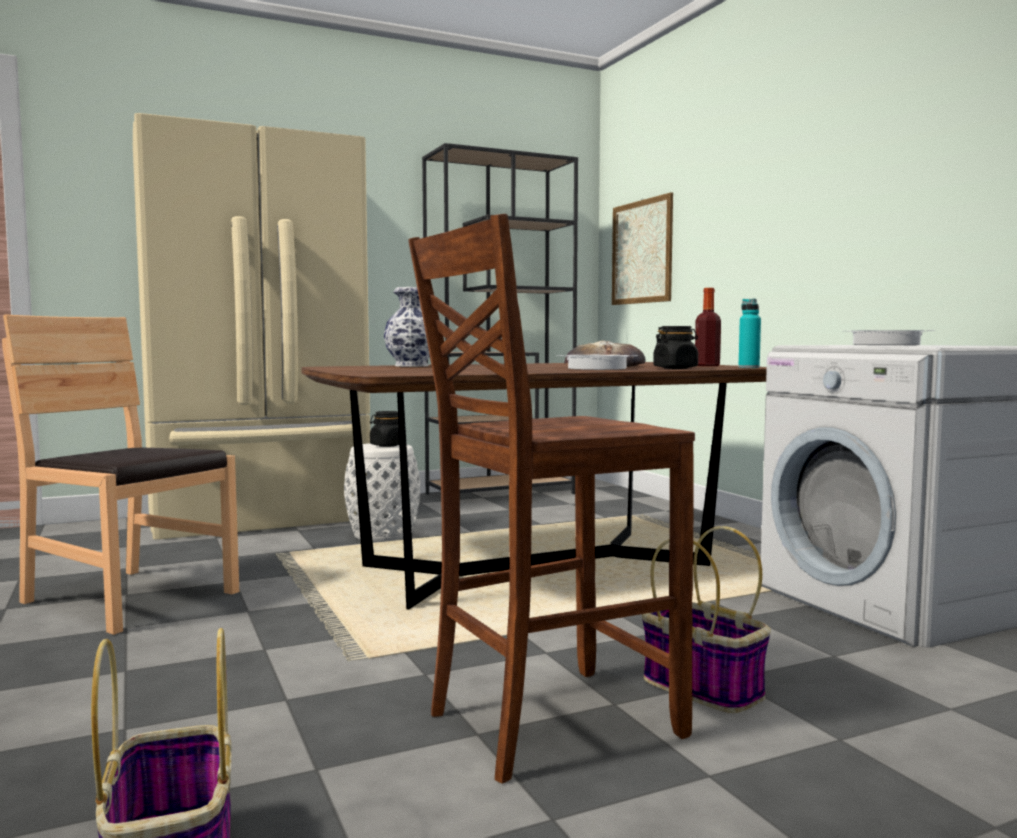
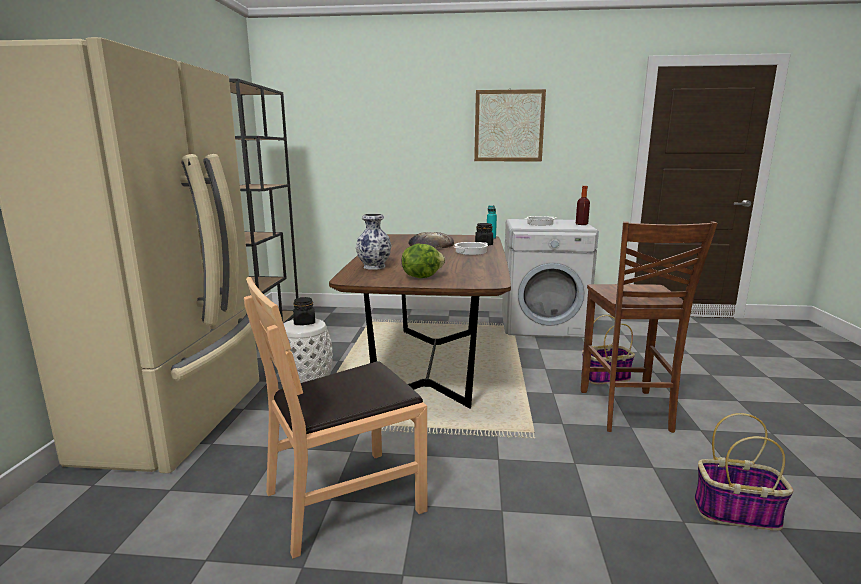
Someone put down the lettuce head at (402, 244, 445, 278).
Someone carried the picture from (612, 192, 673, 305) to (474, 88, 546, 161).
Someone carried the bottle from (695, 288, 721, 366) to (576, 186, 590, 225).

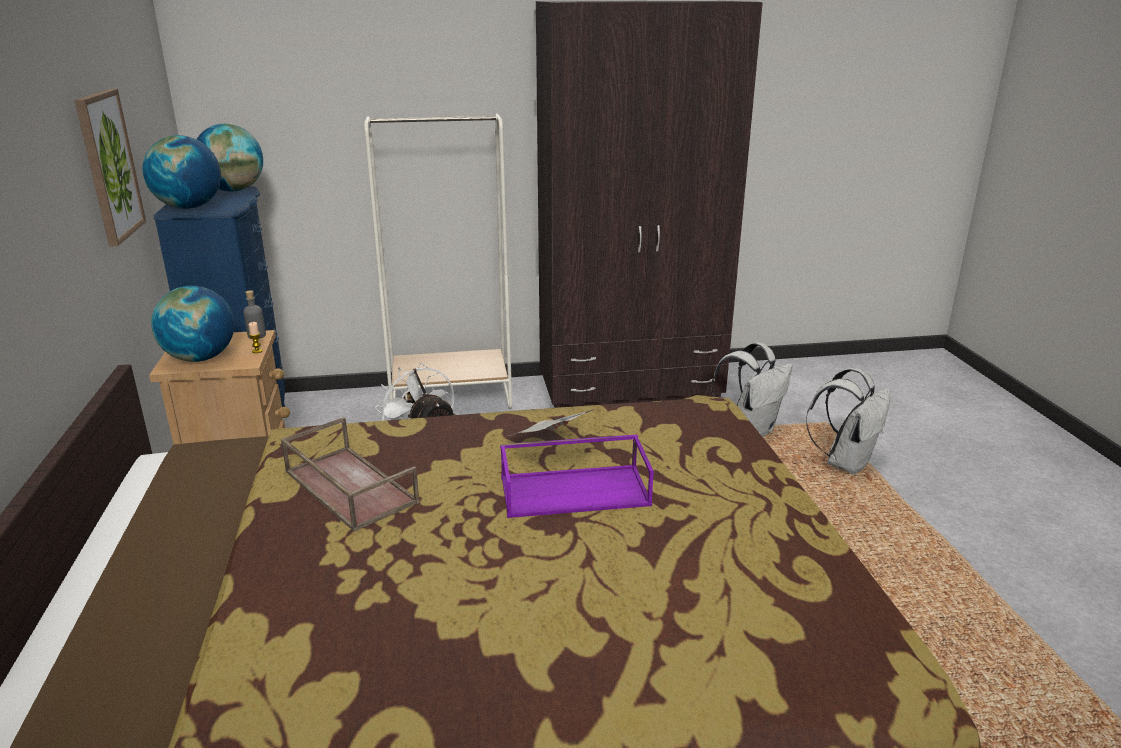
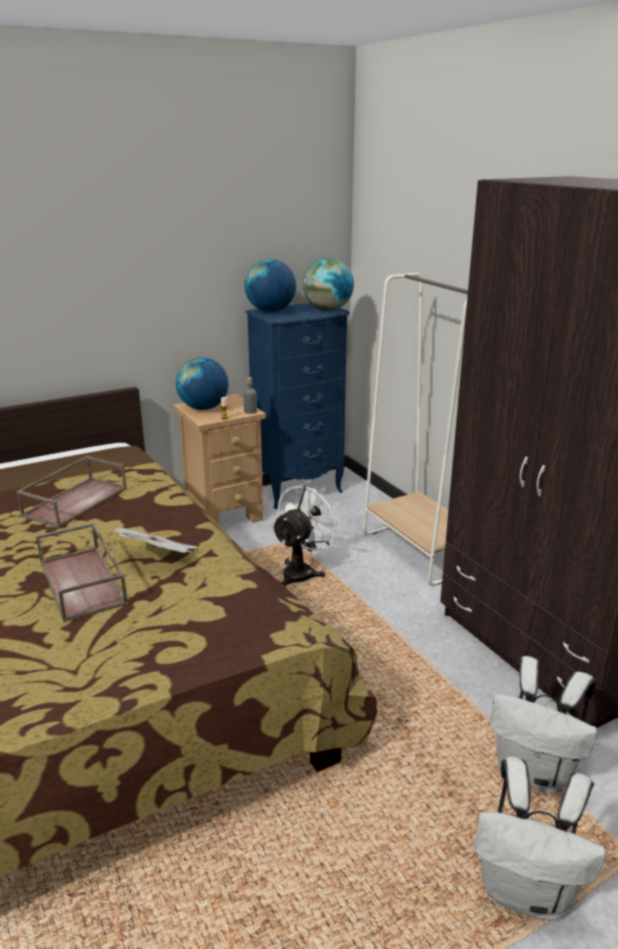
Someone took away the picture at (75, 89, 146, 247).
Someone repainted the carrying tray/purplish at (500, 435, 654, 518), which became the carrying tray/brown-coloured at (36, 522, 128, 622).

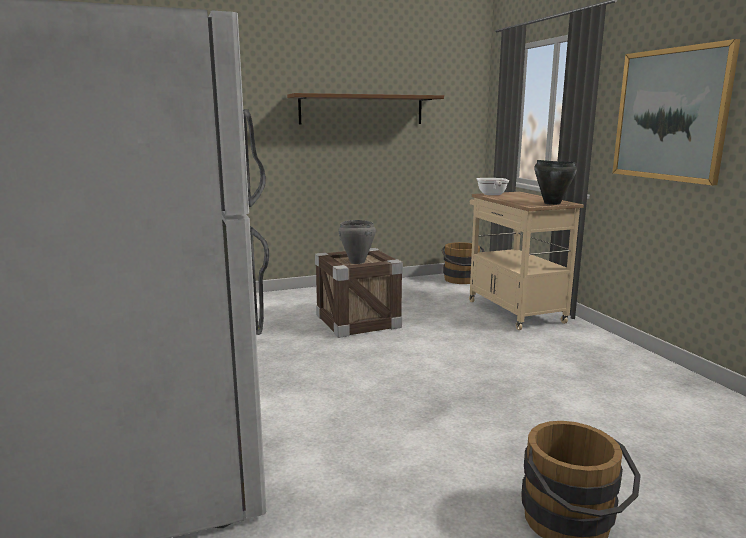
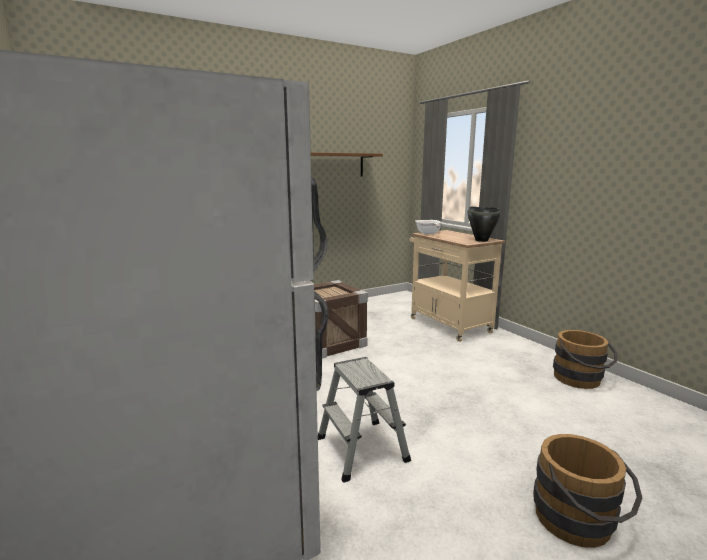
Someone took away the saucepot/gray at (339, 220, 376, 264).
Someone took away the picture at (612, 39, 740, 185).
Someone put down the step ladder/gray at (318, 357, 411, 483).
Someone carried the bucket/brown-coloured from (442, 242, 484, 284) to (553, 330, 617, 389).

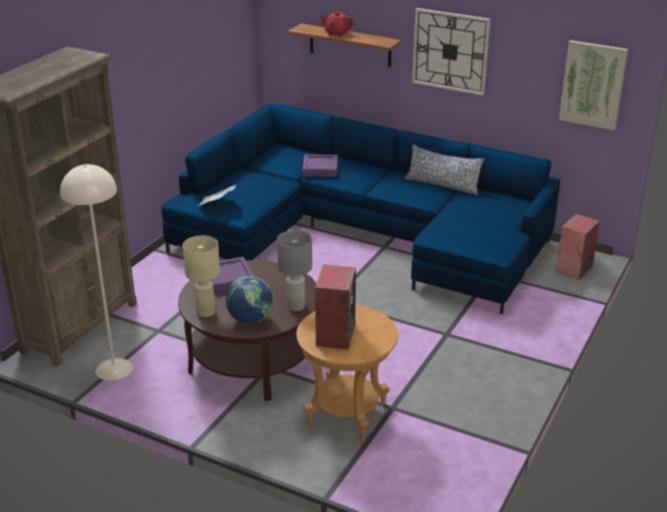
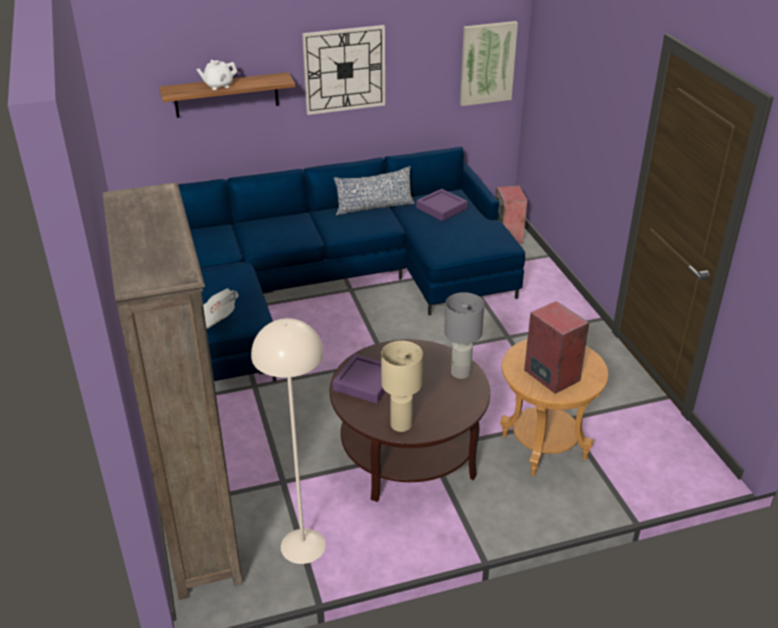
Someone took away the desk globe at (225, 276, 272, 323).
Someone carried the carrying tray/purplish from (302, 154, 338, 177) to (416, 189, 468, 221).
Someone repainted the teapot/reddish at (320, 12, 354, 37), which became the teapot/whitish at (196, 60, 237, 90).

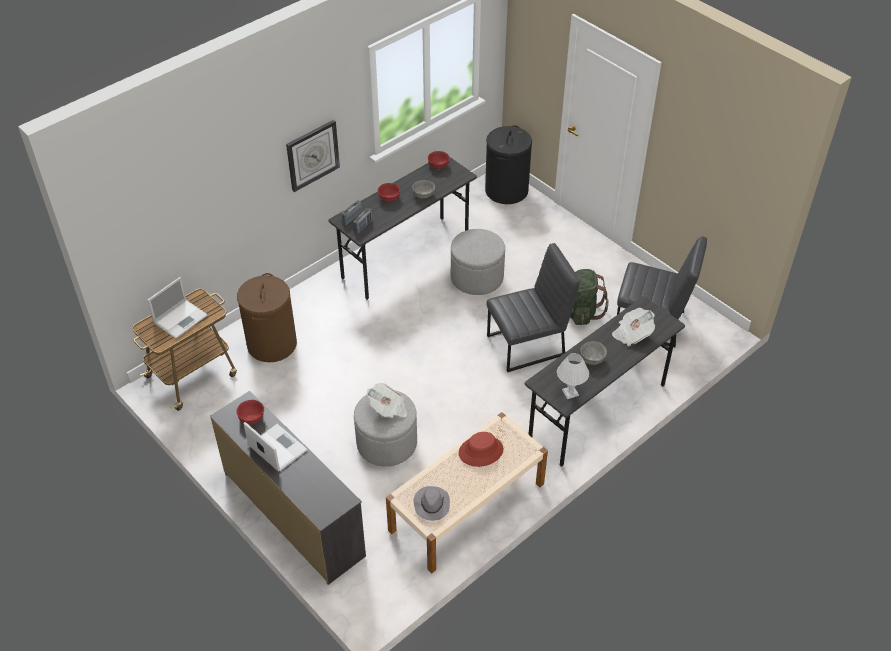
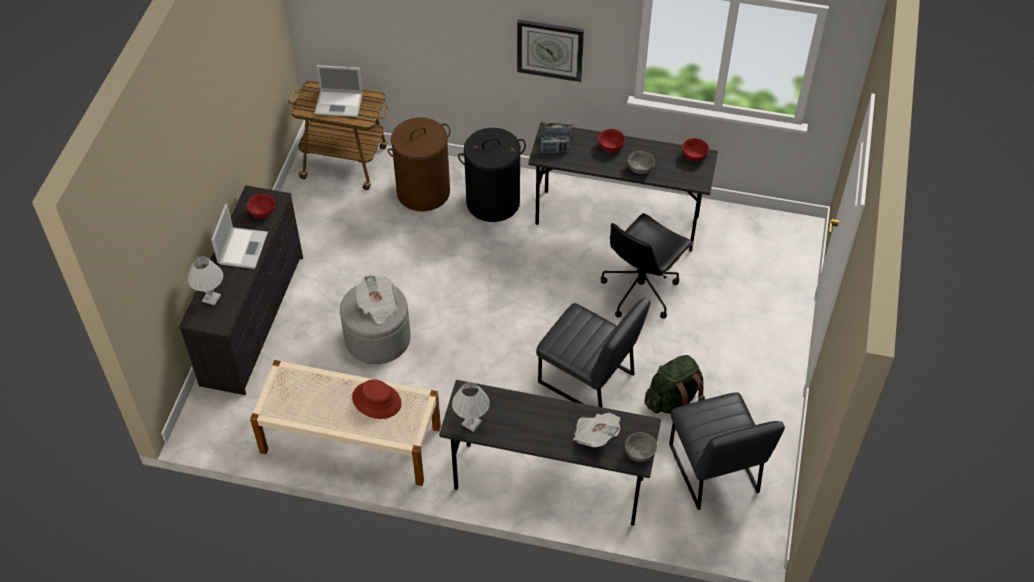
Someone took away the hat/gray at (414, 486, 450, 521).
Someone put down the lamp for a table/whitish at (188, 256, 223, 306).
Someone carried the washing basket/black from (485, 125, 532, 204) to (458, 128, 526, 222).
Someone carried the deep dish/gray from (580, 341, 607, 365) to (625, 432, 657, 462).
Someone swapped the pouffe/gray at (451, 229, 505, 295) for the desk chair/black at (601, 213, 694, 319).

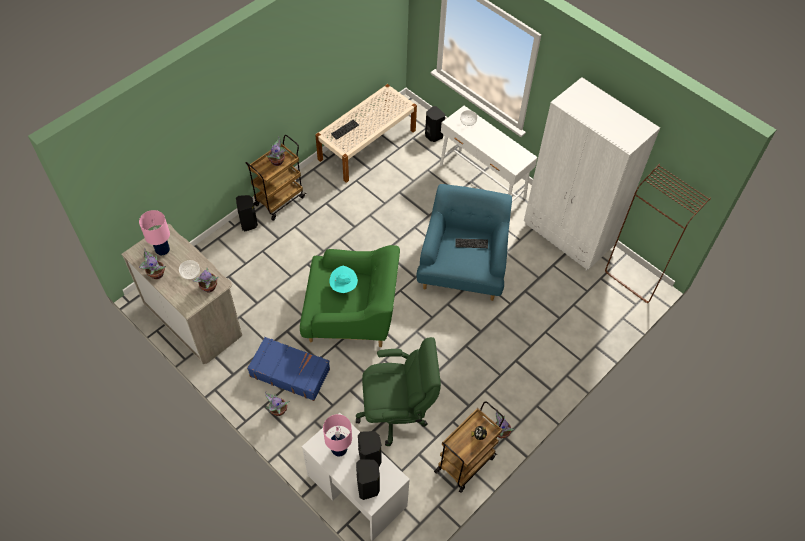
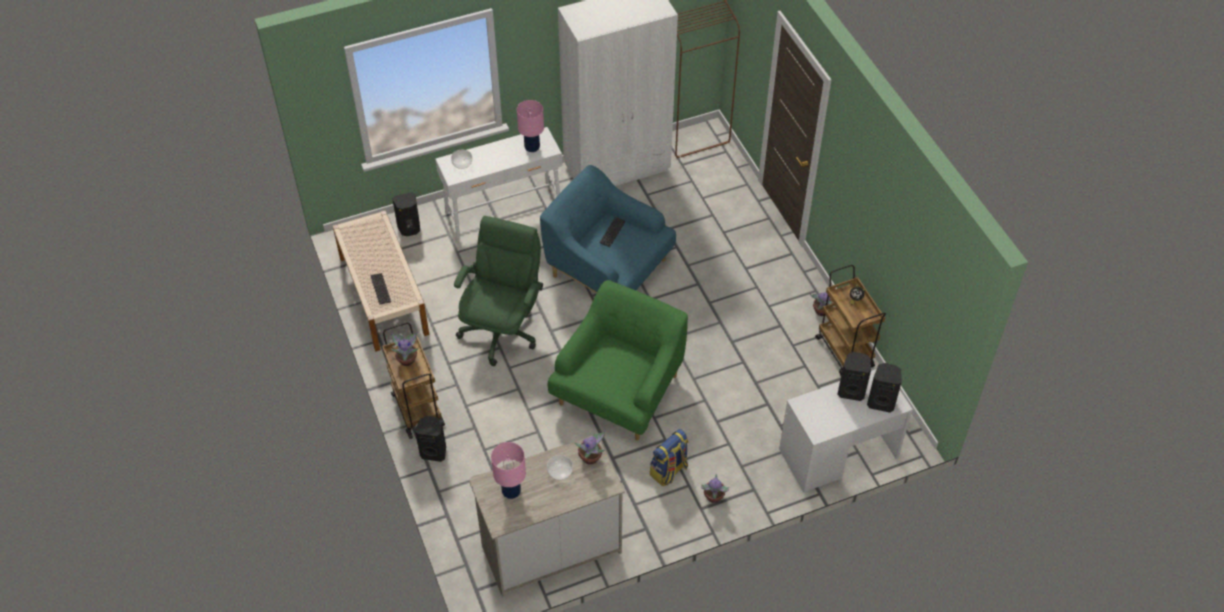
Someone took away the potted plant at (139, 248, 166, 279).
Someone took away the hat/turquoise at (329, 266, 358, 293).
Someone carried the lamp for a table/pink-coloured from (323, 414, 352, 457) to (517, 100, 544, 152).
Someone carried the desk chair/greenish from (356, 337, 441, 446) to (454, 216, 543, 366).
Someone swapped the suitcase/bluish at (247, 337, 330, 401) for the knapsack at (650, 429, 689, 486).

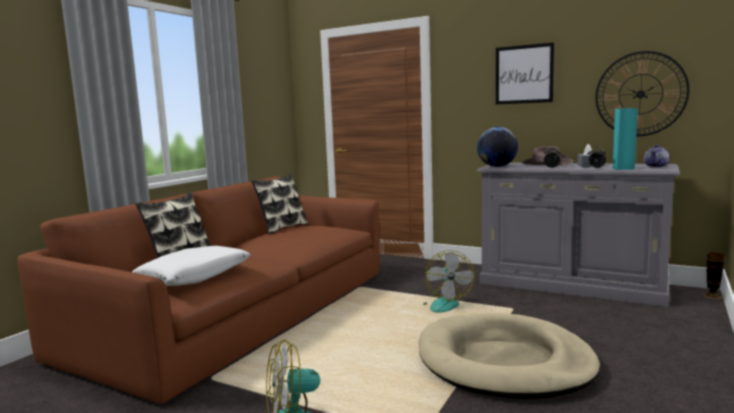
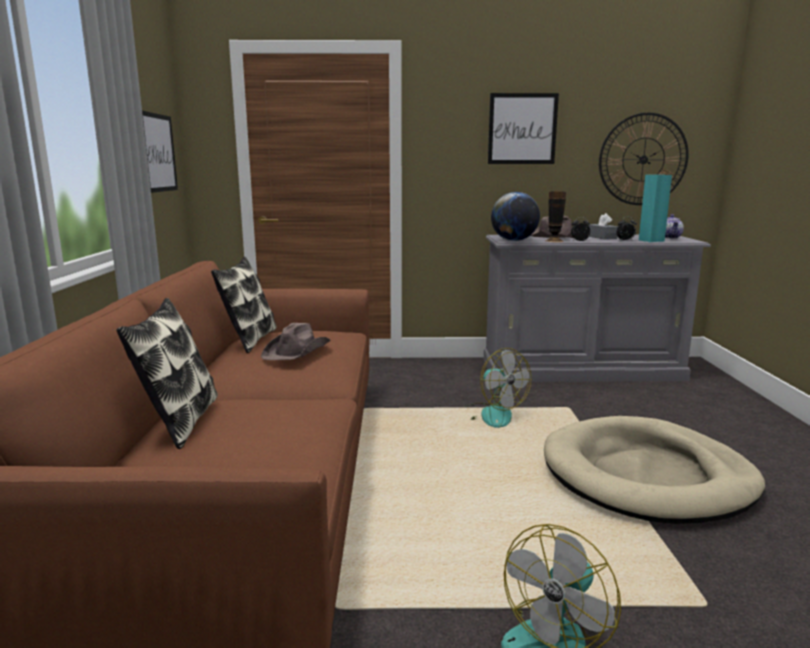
Someone took away the cushion/whitish at (132, 246, 251, 286).
Someone put up the picture at (142, 111, 178, 193).
Someone put down the hat/brown-coloured at (261, 323, 331, 360).
Someone carried the decorative vase from (703, 252, 725, 299) to (546, 192, 566, 242).

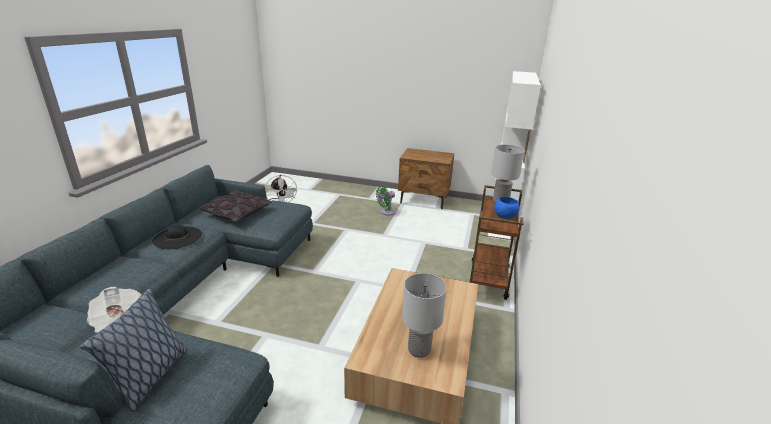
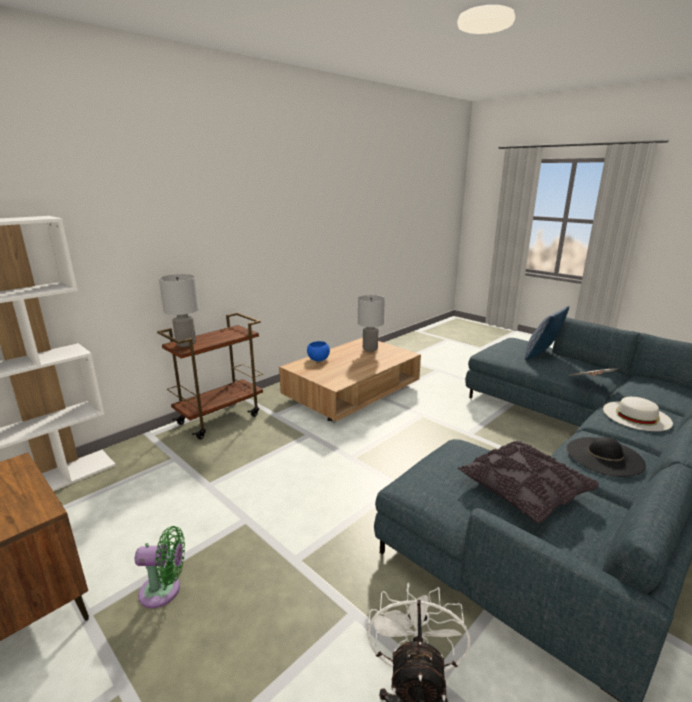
Someone put down the hat/whitish at (603, 397, 673, 431).
Someone carried the deep dish/bluish from (494, 197, 519, 219) to (307, 341, 330, 361).

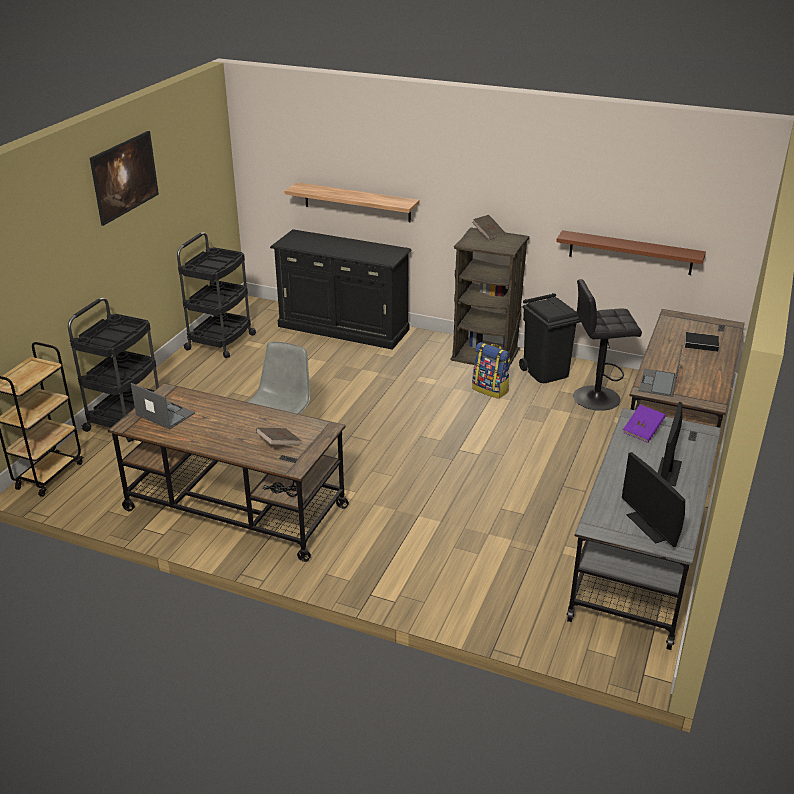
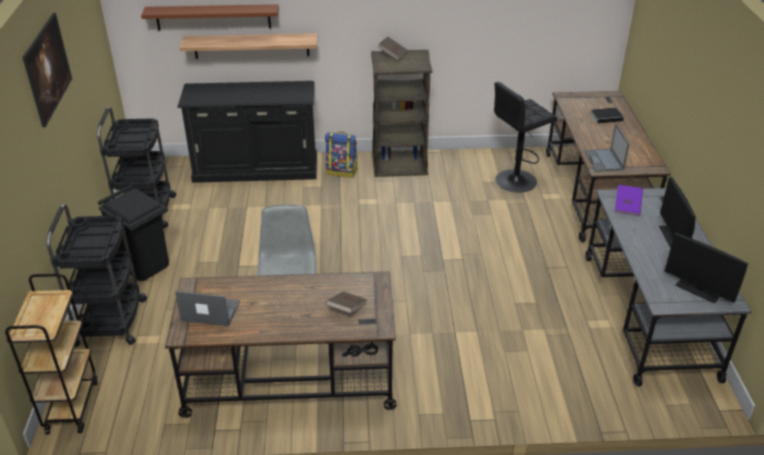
Someone carried the knapsack from (472, 342, 510, 399) to (325, 131, 358, 177).
Someone carried the trash can/black from (519, 293, 581, 383) to (98, 185, 169, 281).
Someone carried the wall shelf/brown-coloured from (556, 230, 706, 275) to (141, 4, 279, 31).

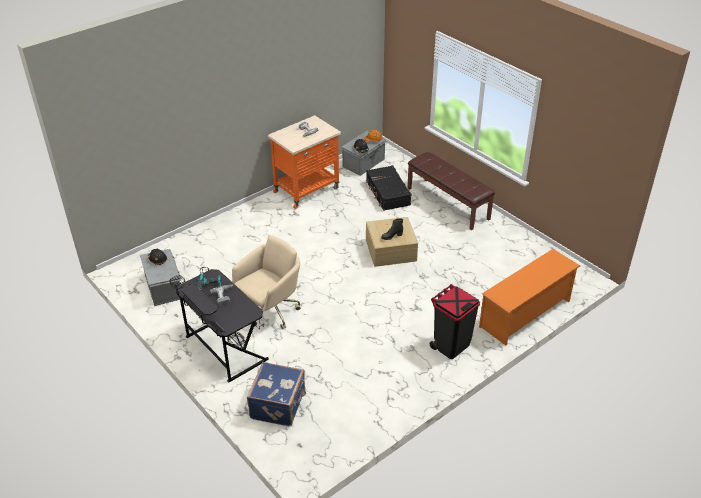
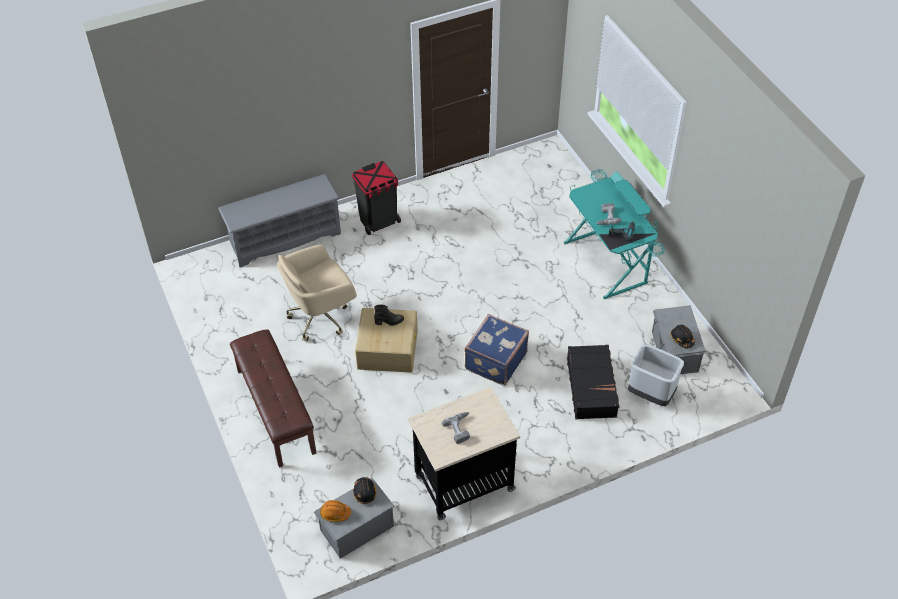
Someone put down the trash can/gray at (628, 344, 684, 406).
Someone carried the desk chair/beige-coloured from (232, 235, 301, 329) to (277, 244, 357, 342).
Someone carried the suitcase/bluish from (247, 362, 306, 426) to (464, 314, 529, 386).
Someone carried the suitcase/black from (366, 165, 412, 211) to (567, 345, 620, 419).
Someone repainted the desk unit/black at (170, 267, 269, 383), which became the desk unit/turquoise at (564, 169, 665, 299).
Someone repainted the trolley/orange at (268, 115, 341, 209), which became the trolley/black at (408, 387, 520, 520).
Someone repainted the shoe rack/orange at (479, 249, 580, 345), which became the shoe rack/gray at (218, 174, 341, 267).

